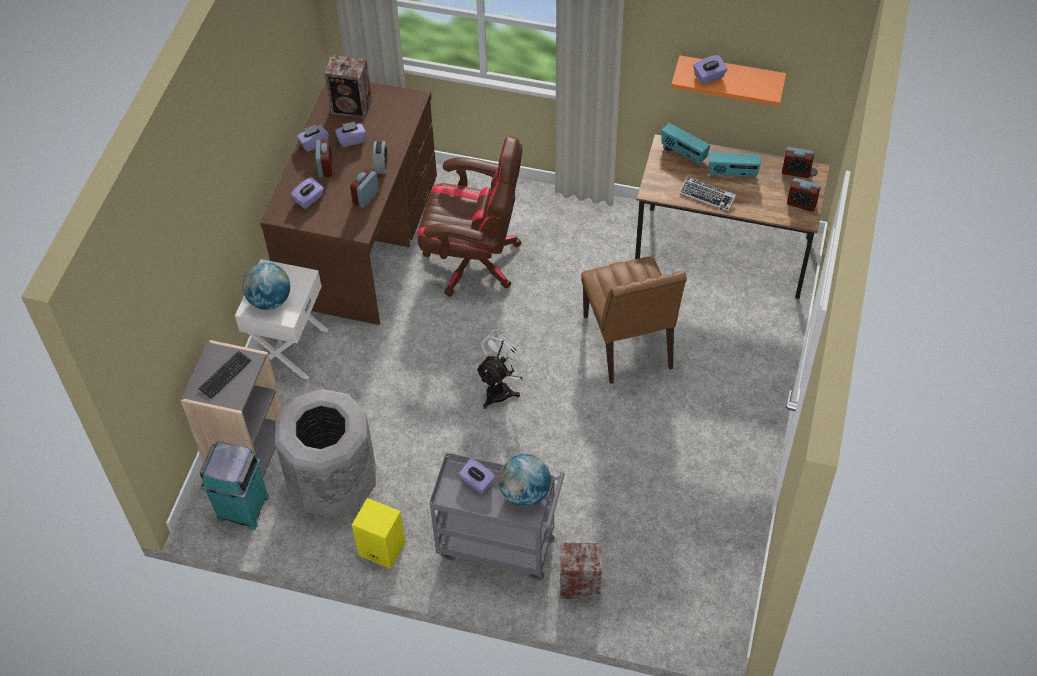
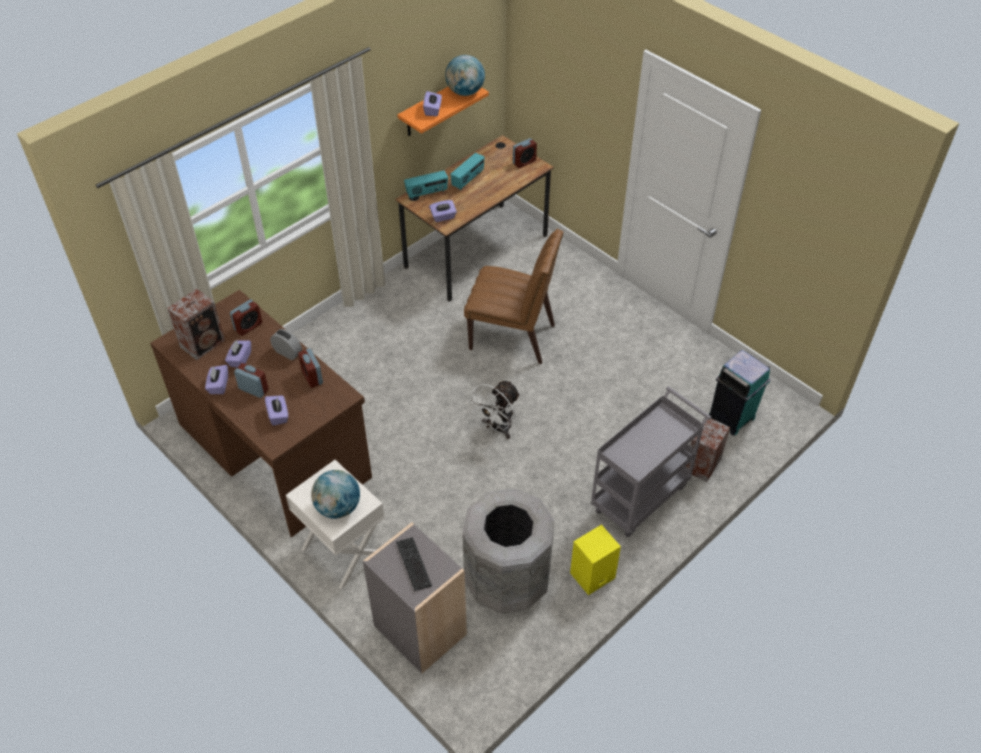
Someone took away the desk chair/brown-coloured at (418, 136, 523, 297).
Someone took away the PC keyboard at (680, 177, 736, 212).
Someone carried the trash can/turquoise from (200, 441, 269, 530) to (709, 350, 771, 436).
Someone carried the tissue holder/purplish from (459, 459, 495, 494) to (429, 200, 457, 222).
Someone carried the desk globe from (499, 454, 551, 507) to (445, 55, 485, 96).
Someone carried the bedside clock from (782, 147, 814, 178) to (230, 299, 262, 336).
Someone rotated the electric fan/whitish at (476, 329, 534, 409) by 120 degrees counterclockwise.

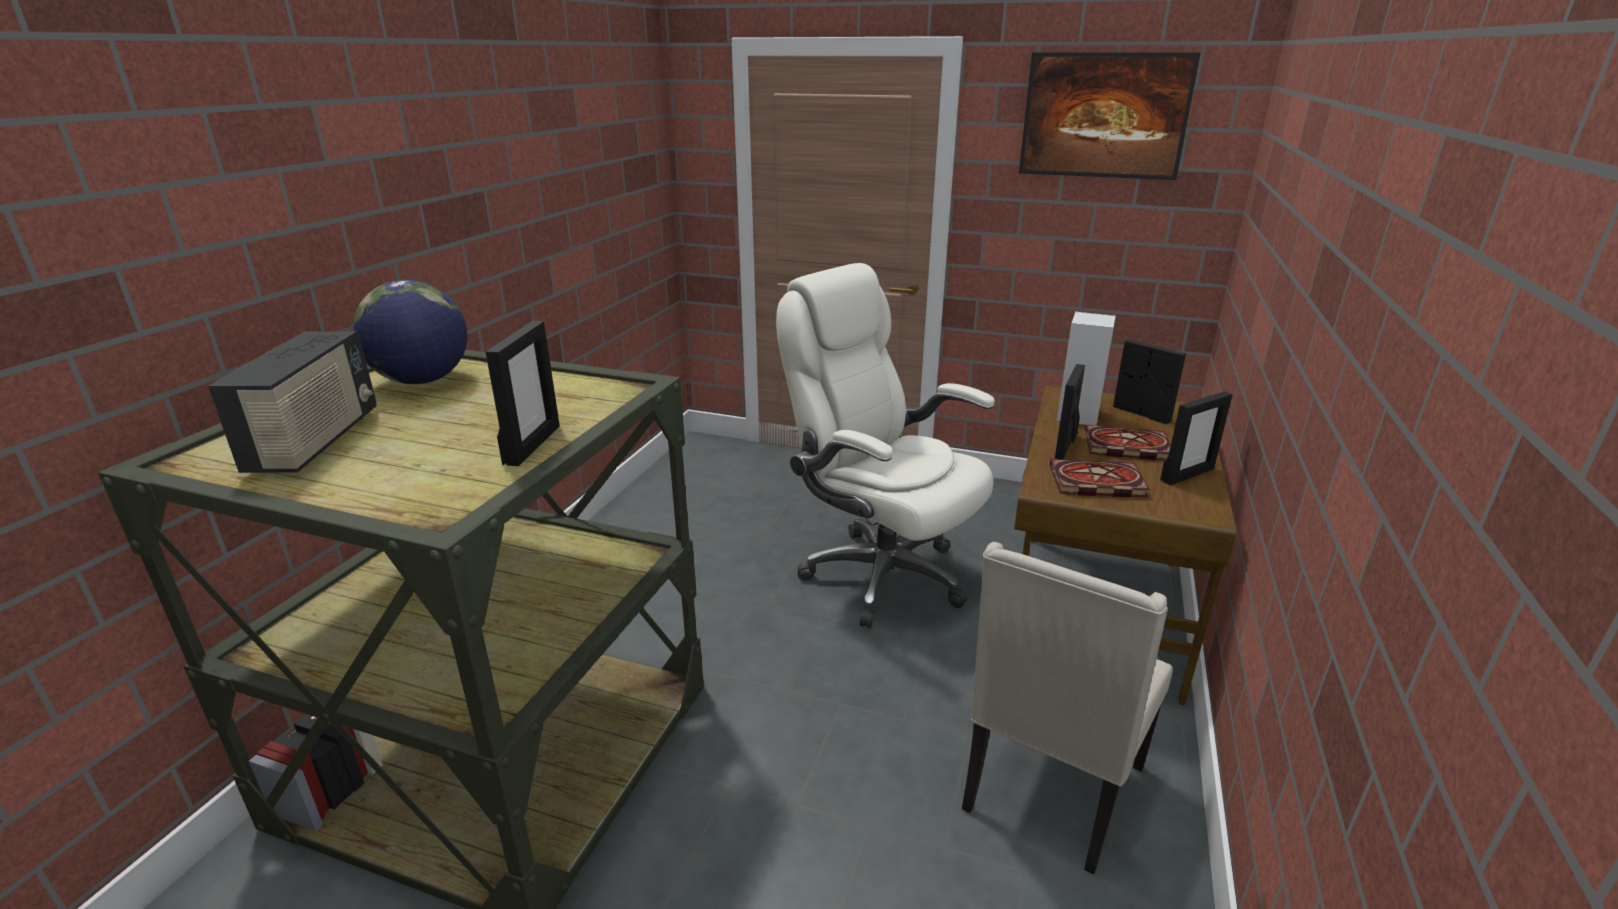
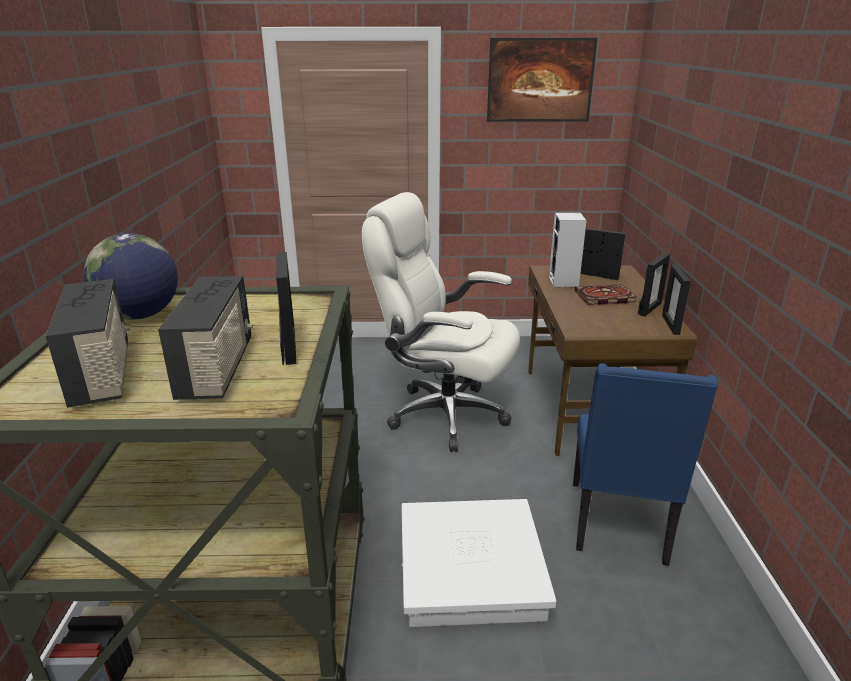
Someone took away the bound book at (1050, 459, 1150, 498).
Someone put down the radio set at (158, 276, 253, 400).
Someone put down the storage container/whitish at (402, 499, 556, 627).
Someone carried the standing frame from (1055, 364, 1085, 460) to (662, 265, 691, 335).
Someone repainted the plain chair/beige-coloured at (962, 542, 1173, 875), which became the plain chair/bluish at (573, 363, 718, 566).

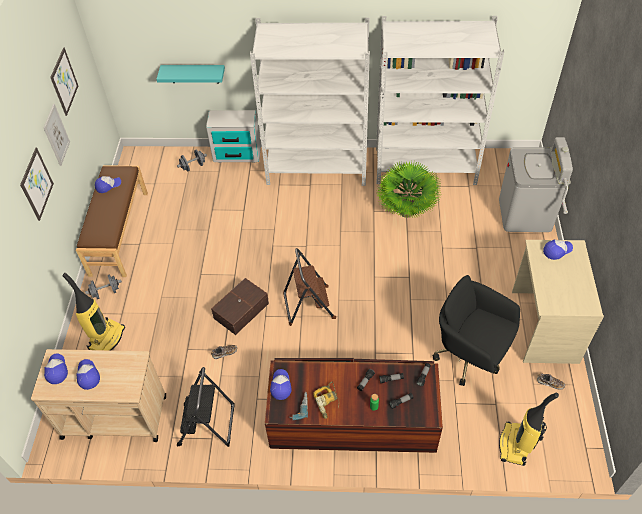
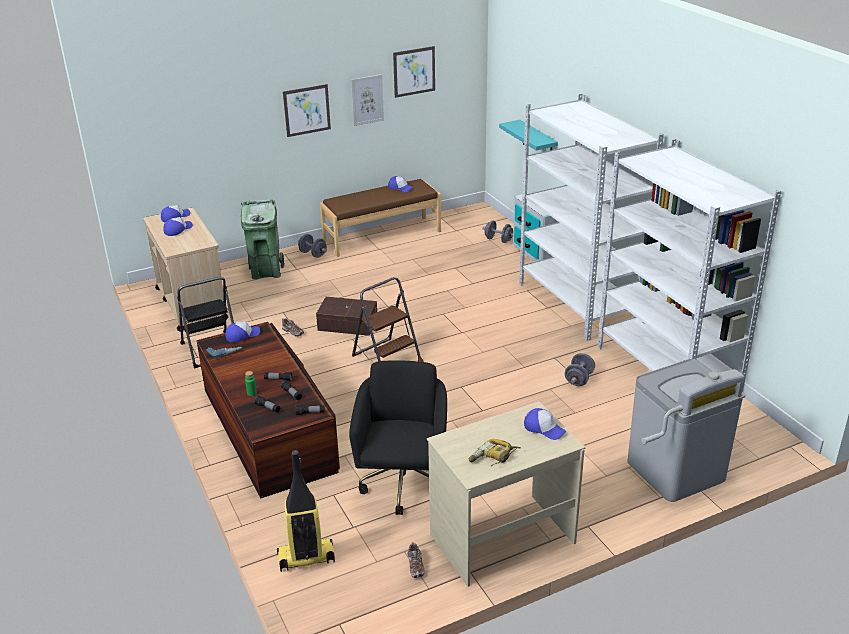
Someone carried the power drill from (313, 382, 339, 419) to (469, 439, 521, 466).
Someone swapped the hoover at (62, 273, 125, 350) for the trash can/greenish at (241, 199, 285, 279).
Someone swapped the potted plant at (376, 161, 441, 219) for the free weight/gray at (565, 353, 595, 386).

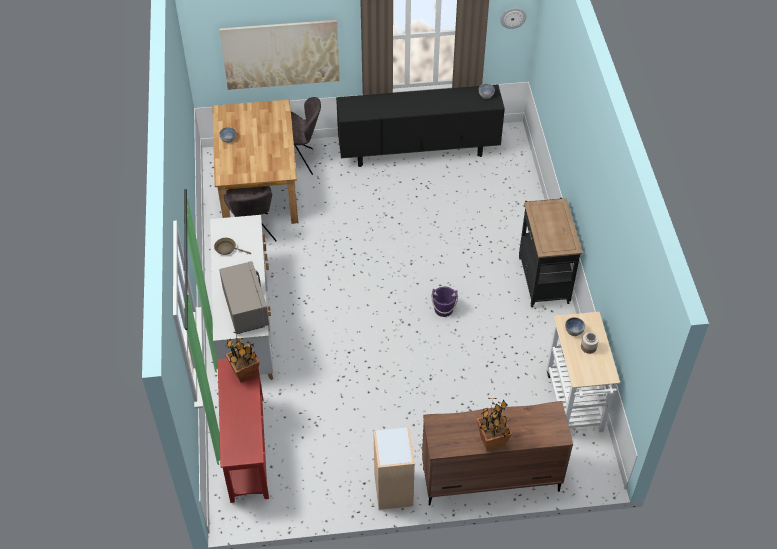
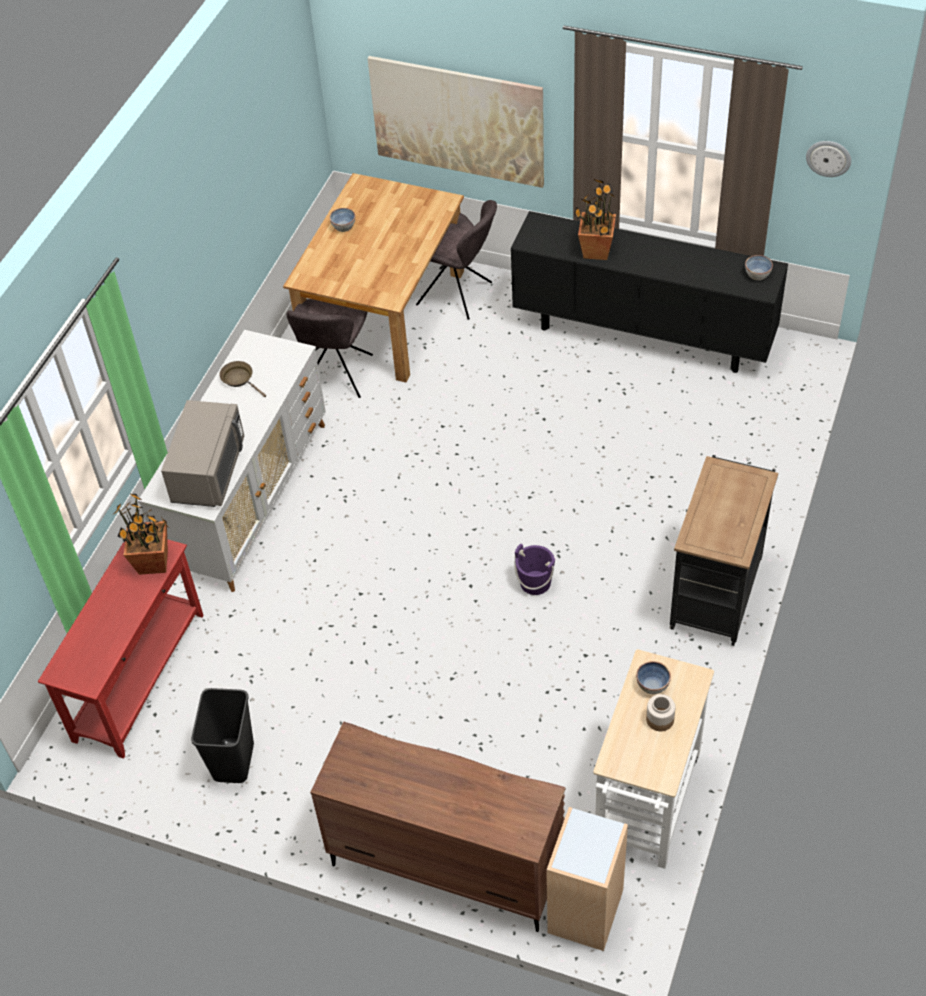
Someone put down the trash can/black at (191, 688, 254, 783).
Someone carried the bookcase from (374, 427, 415, 510) to (547, 807, 628, 951).
Someone carried the potted plant from (477, 398, 512, 451) to (574, 179, 617, 260).

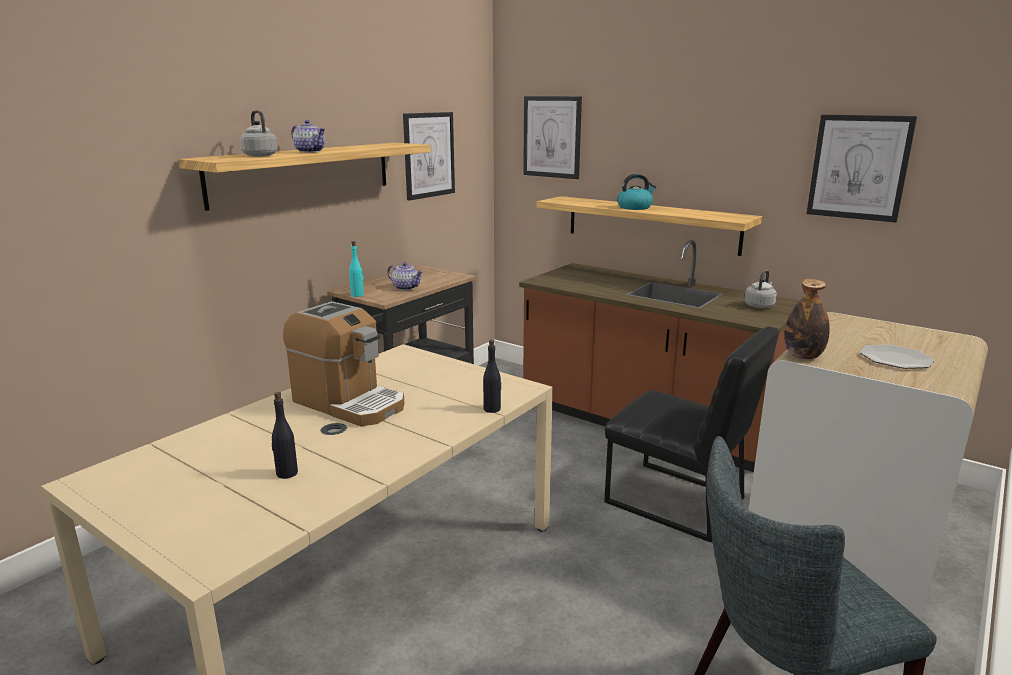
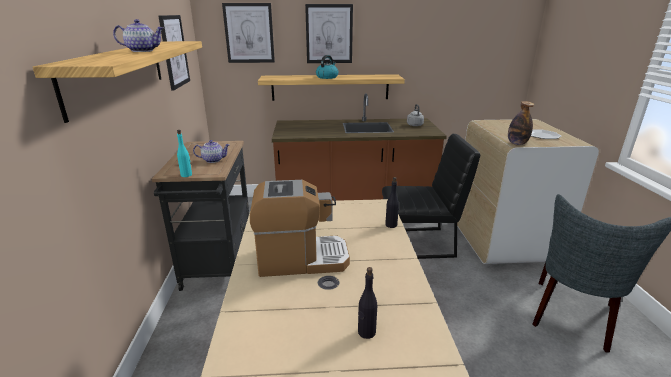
Someone took away the water kettle/gray at (240, 110, 278, 157).
Someone carried the picture from (806, 115, 917, 222) to (305, 4, 353, 63).

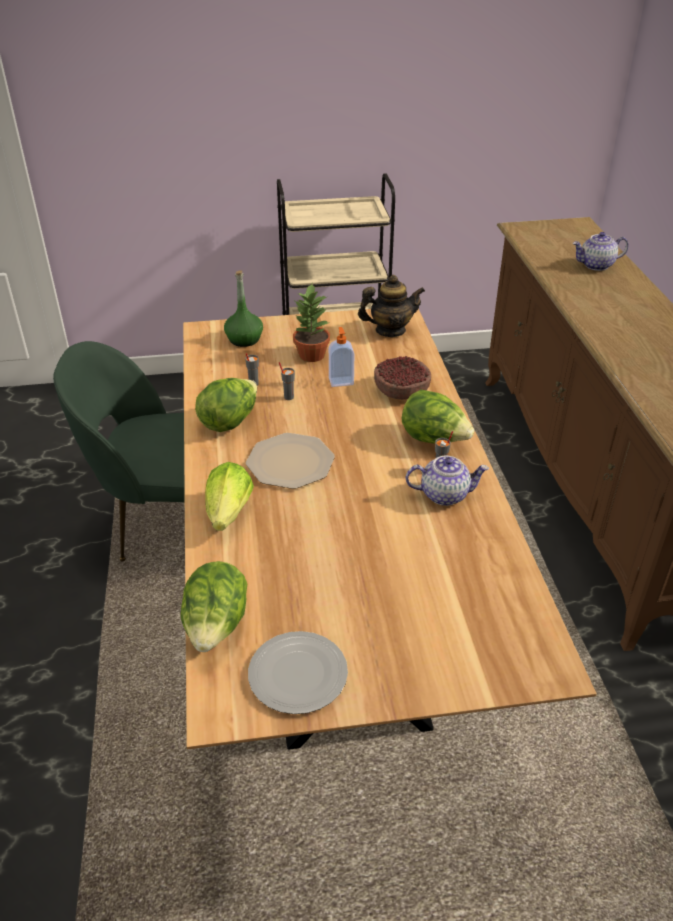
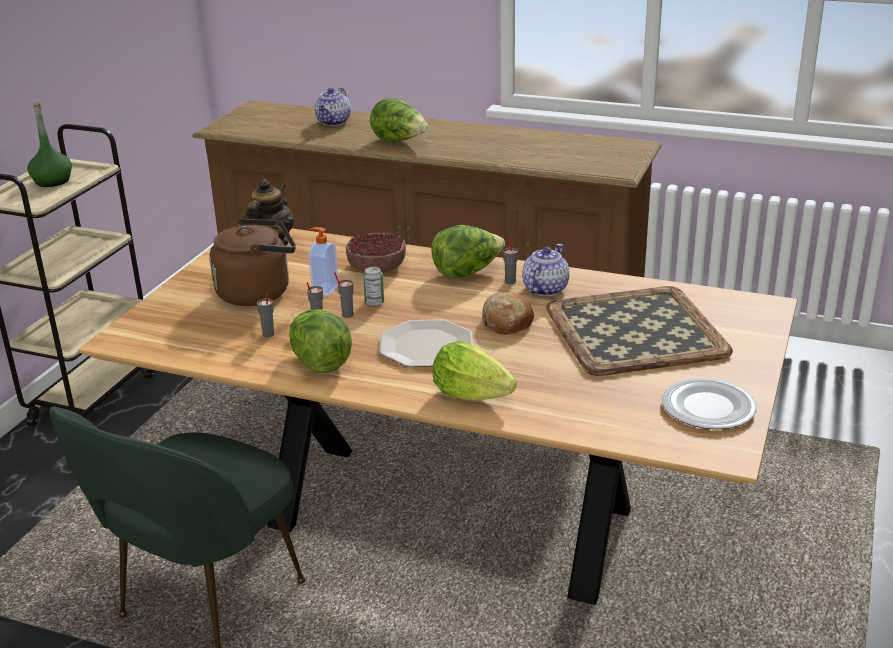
Someone put down the cup/gray at (334, 272, 354, 318).
Someone put down the metal can at (363, 266, 384, 306).
Someone put down the bread at (481, 292, 534, 335).
Someone put down the carrying tray at (546, 286, 733, 376).
Someone carried the lettuce head from (181, 561, 247, 652) to (370, 98, 428, 142).
Someone carried the bottle/greenish from (224, 270, 263, 347) to (27, 102, 72, 187).
Someone swapped the potted plant at (293, 284, 330, 362) for the water kettle/brown-coloured at (209, 218, 296, 306).

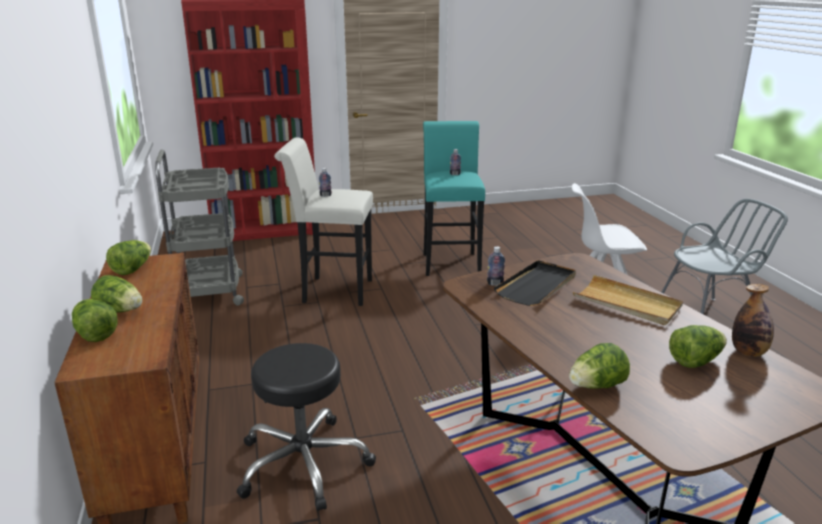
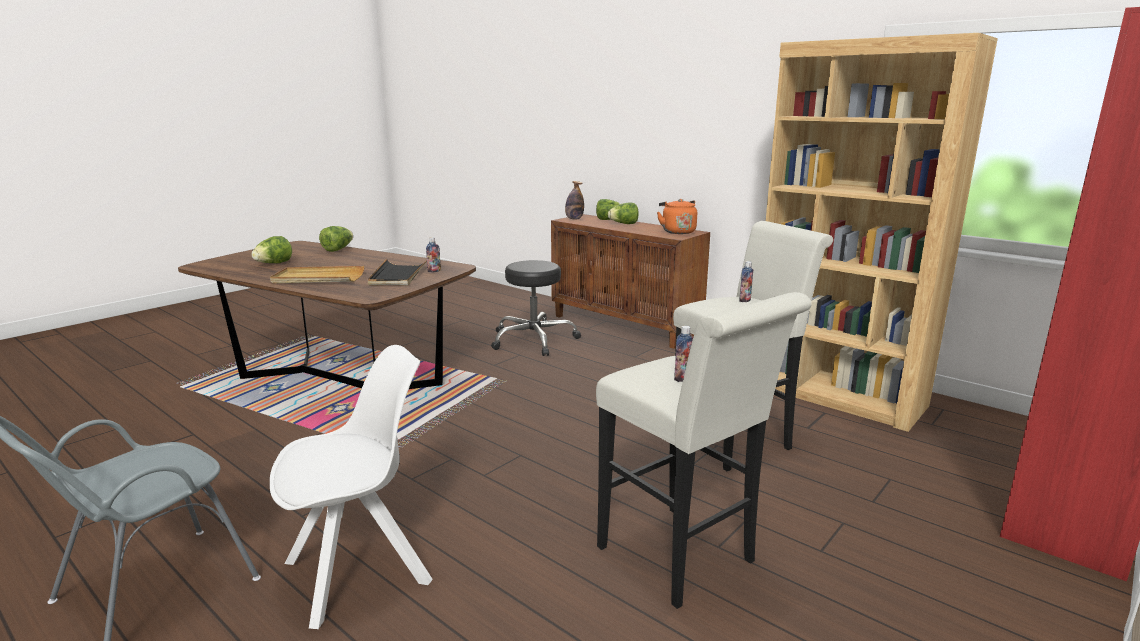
Someone carried the bottle from (732, 284, 774, 357) to (565, 181, 584, 219).
Someone swapped the lettuce head at (106, 240, 151, 275) for the water kettle/orange at (657, 199, 697, 234).
Someone swapped the trolley/gray at (155, 149, 244, 306) for the bookcase/brown-coloured at (766, 33, 998, 432).
Someone repainted the stool seat/turquoise at (423, 121, 485, 276), which became the stool seat/whitish at (596, 292, 812, 609).

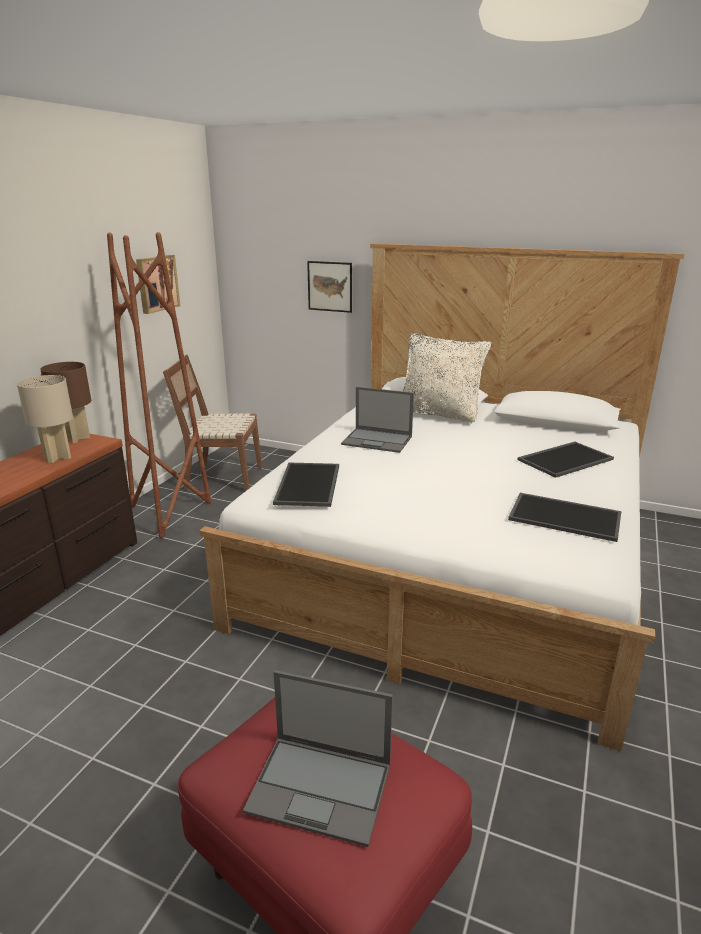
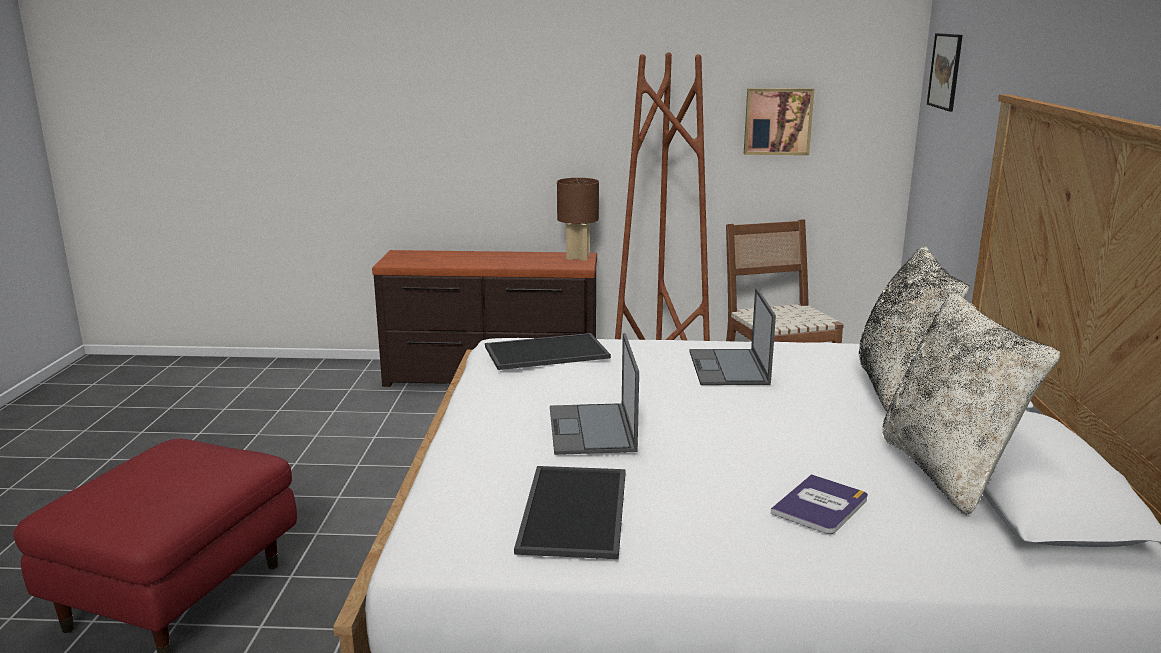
Someone took away the lamp for a table/beige-coloured at (17, 375, 73, 463).
Someone put down the cushion/beige-coloured at (882, 292, 1060, 515).
Someone carried the laptop from (243, 670, 393, 847) to (550, 333, 639, 455).
Someone carried the picture from (307, 261, 352, 313) to (927, 33, 963, 111).
Someone swapped the carrying tray at (517, 442, 614, 478) for the bound book at (771, 474, 868, 534).

